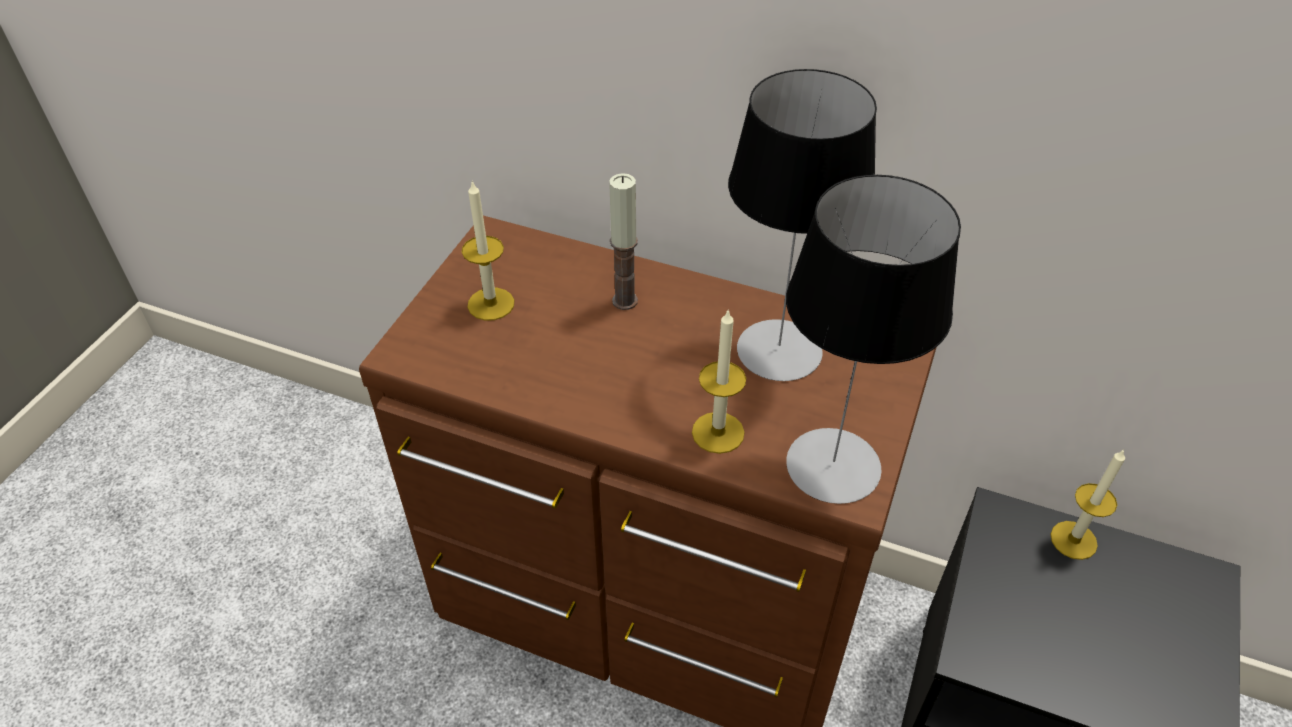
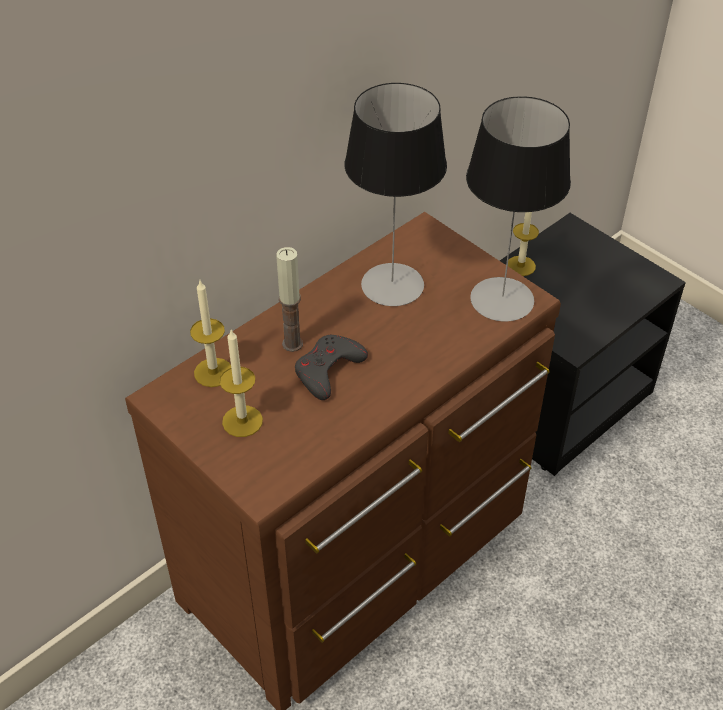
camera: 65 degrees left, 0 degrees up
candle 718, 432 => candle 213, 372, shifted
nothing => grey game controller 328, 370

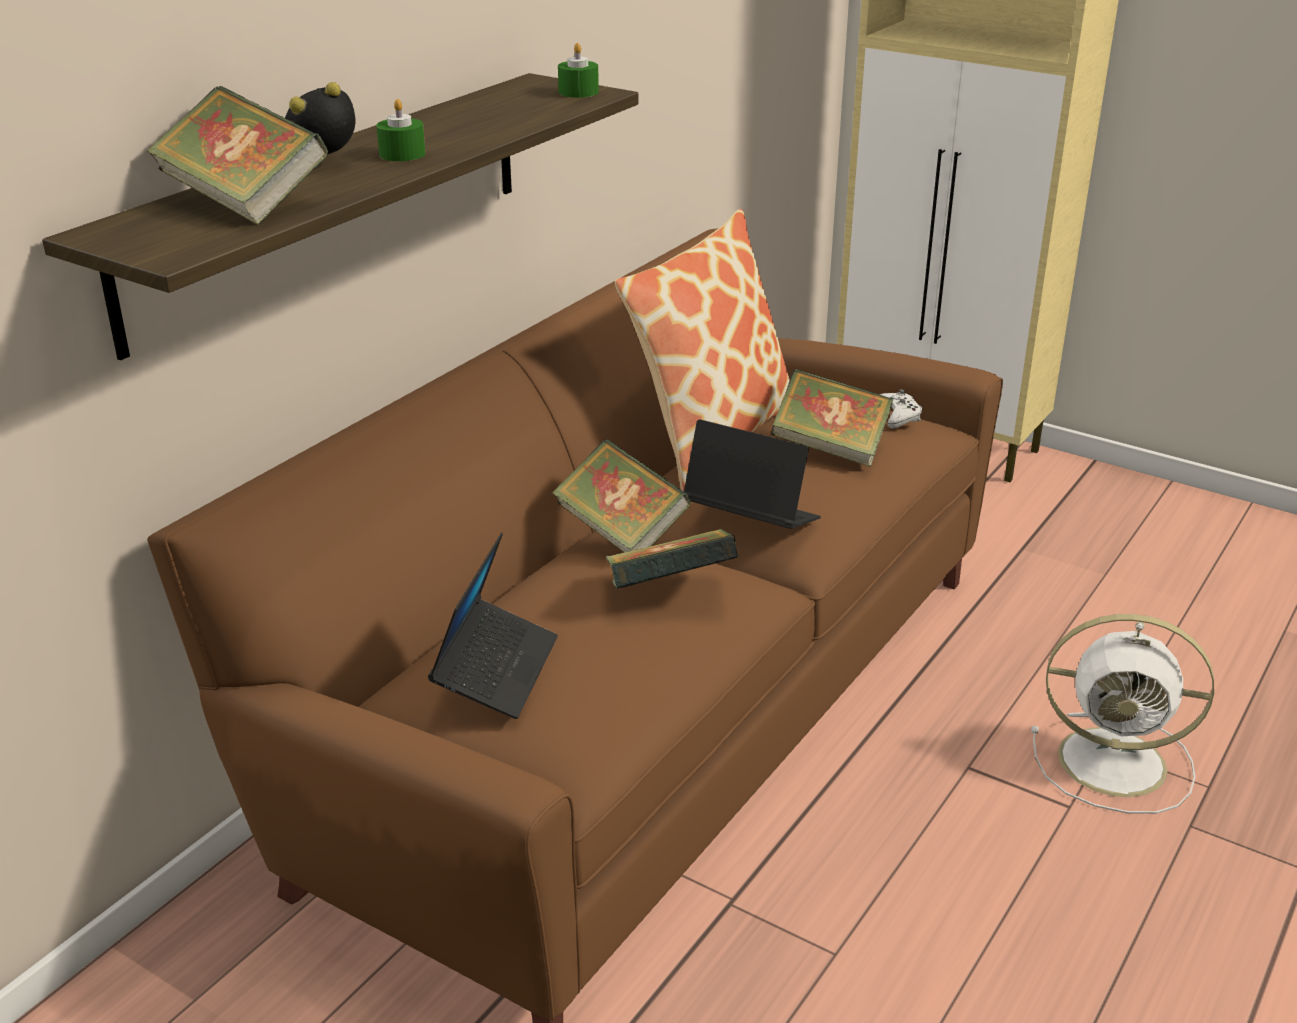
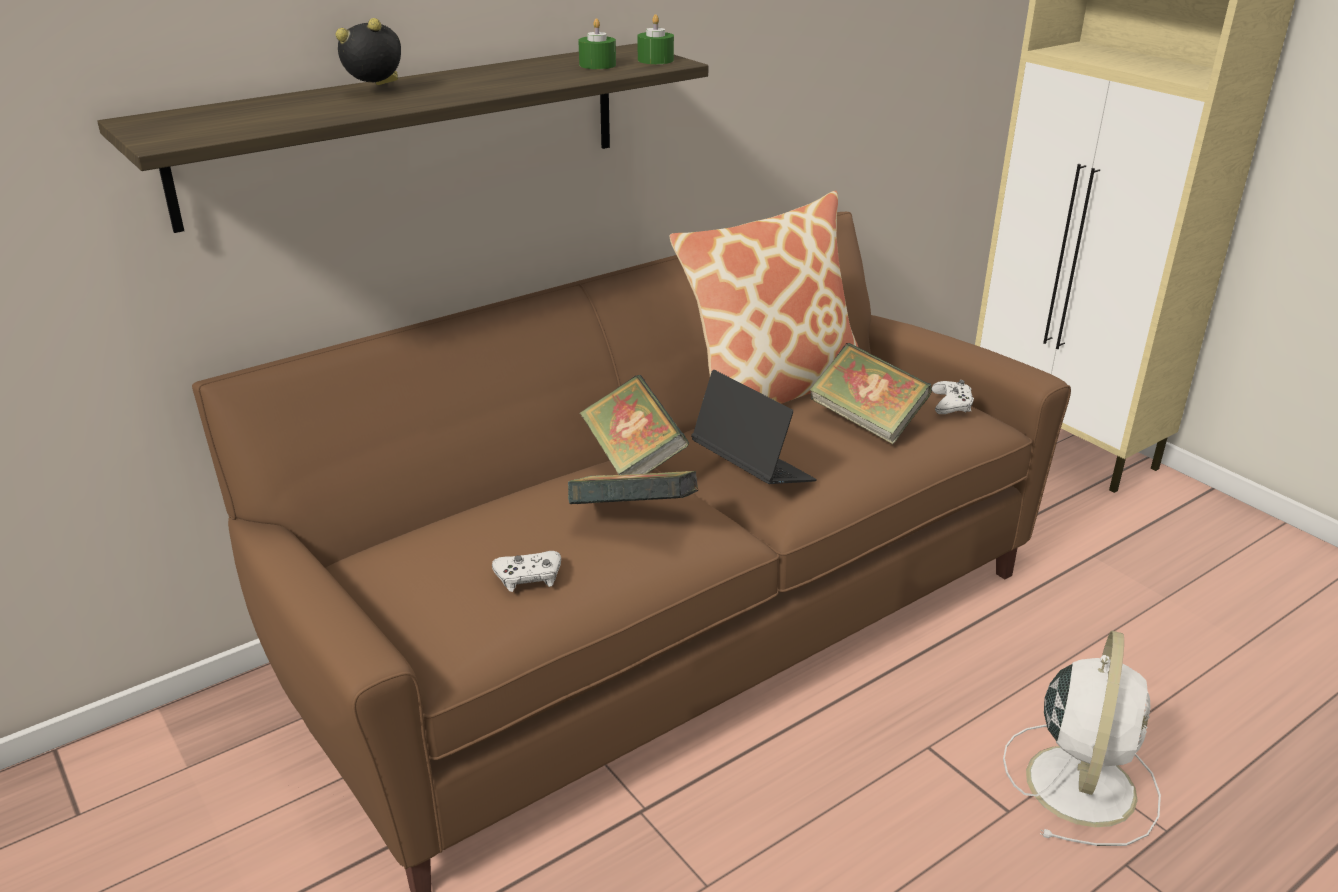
camera: 20 degrees right, 0 degrees up
book 244, 202 => nothing
green candle 402, 154 => green candle 597, 65, shifted
laptop 496, 670 => nothing
white fan 1117, 763 => white fan 1081, 782, 105 degrees counterclockwise
nothing => white game controller 528, 577

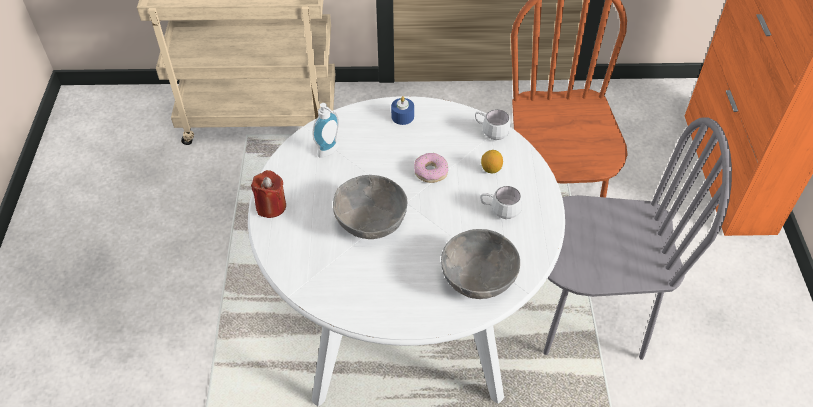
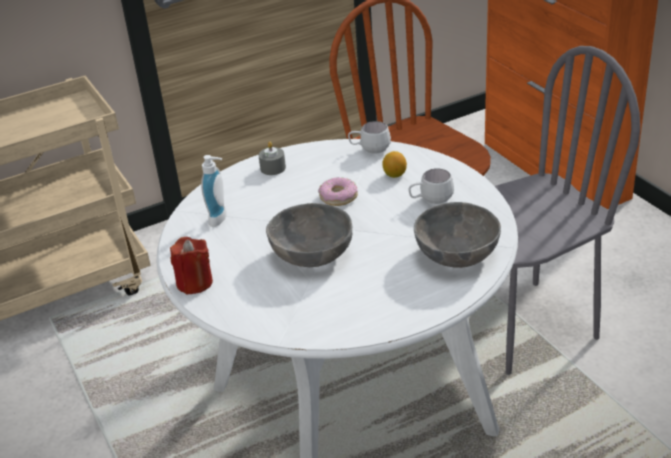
camera: 25 degrees left, 15 degrees down
blue candle 402, 116 => grey candle 273, 168

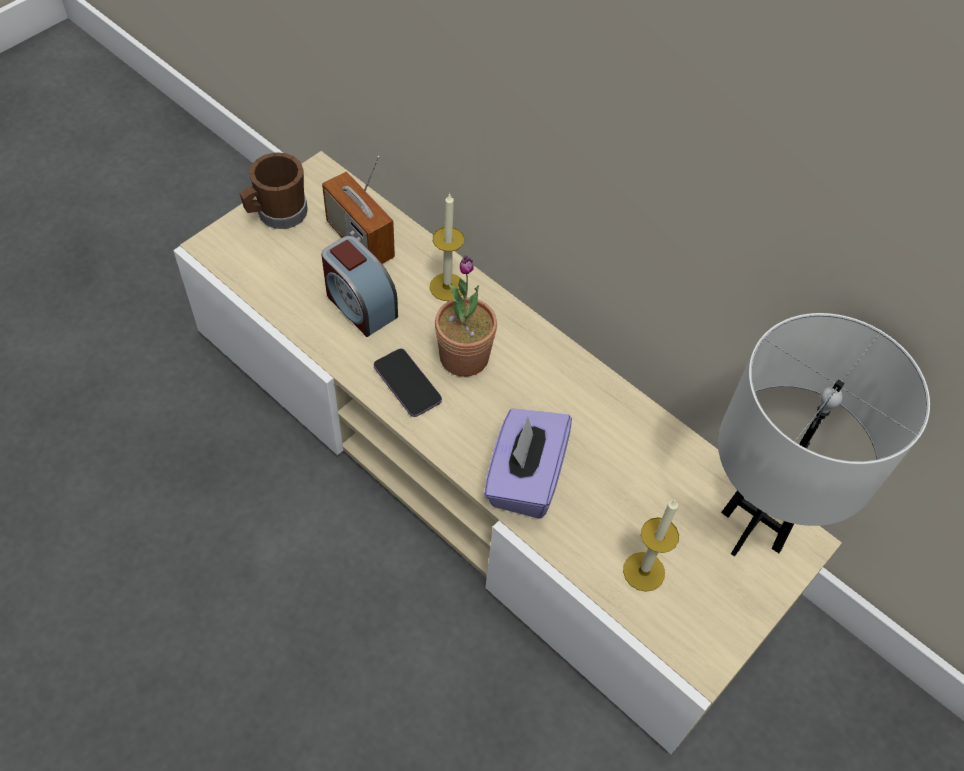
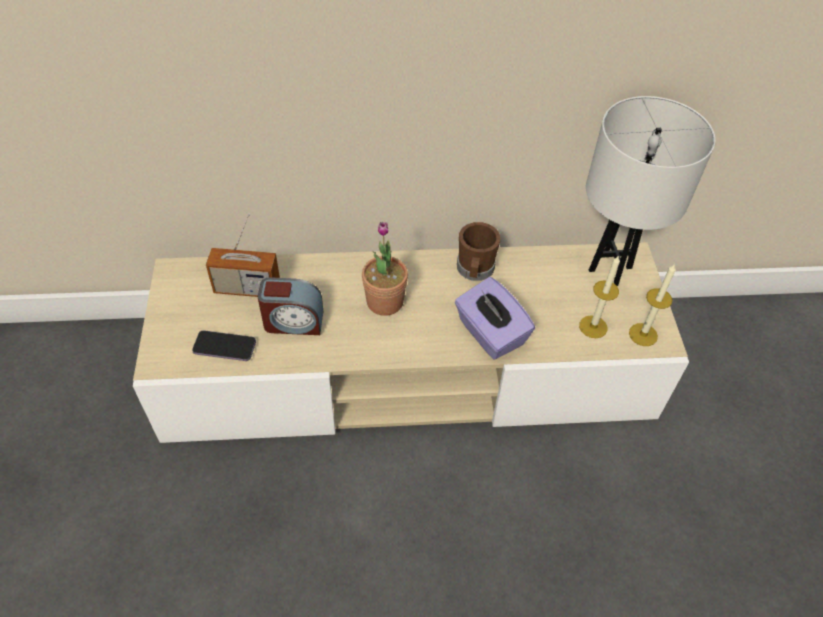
camera: 45 degrees left, 5 degrees down
brown mug 277, 214 => brown mug 474, 270, shifted
phone 407, 384 => phone 224, 347, shifted
candle 447, 287 => candle 643, 334, shifted

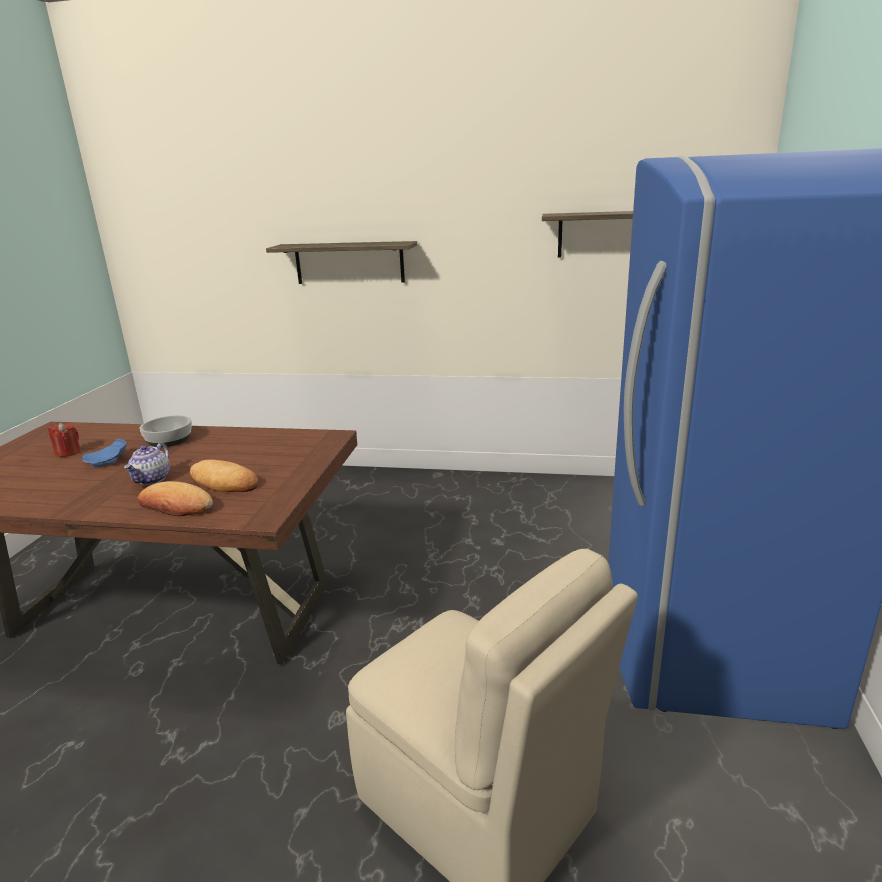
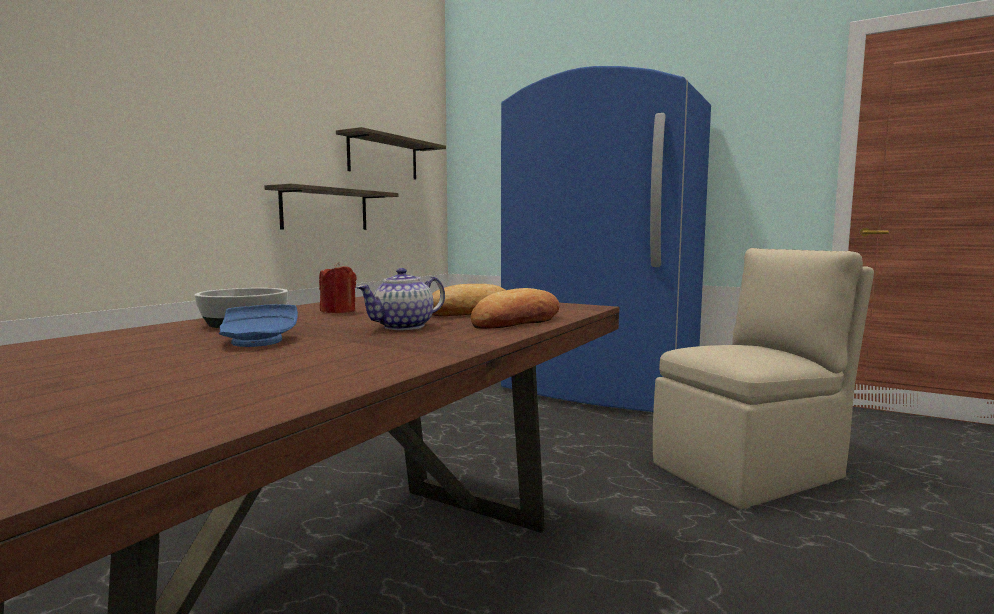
camera: 70 degrees left, 15 degrees down
red candle 68, 452 => red candle 338, 311, shifted
teapot 152, 479 => teapot 403, 327, 105 degrees clockwise
shelf 349, 263 => shelf 325, 209, shifted

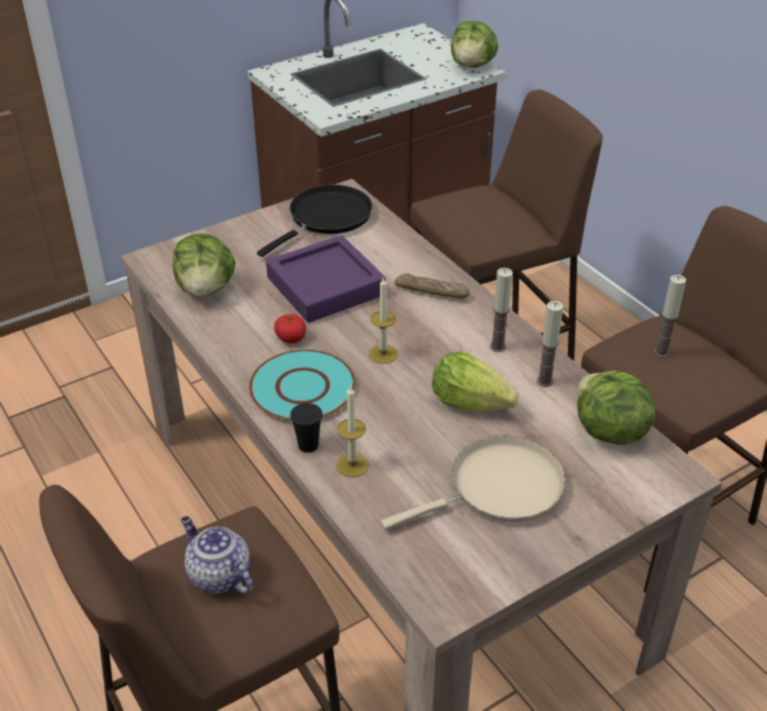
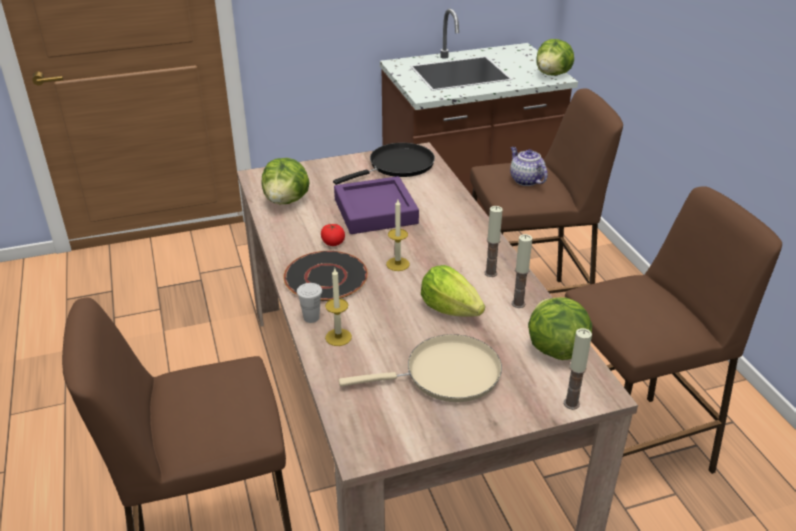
camera: 15 degrees right, 5 degrees down
teapot 218, 575 => teapot 525, 180, shifted
turquoise plate 302, 387 => black plate 326, 277
black cup 308, 445 => white cup 311, 318
bread 431, 292 => nothing
candle 661, 352 => candle 571, 403, shifted

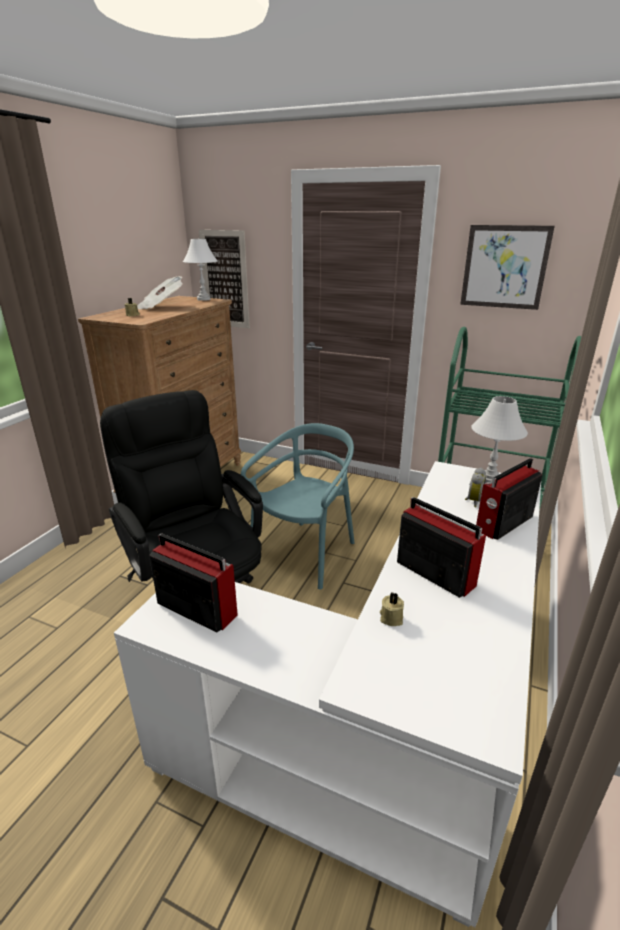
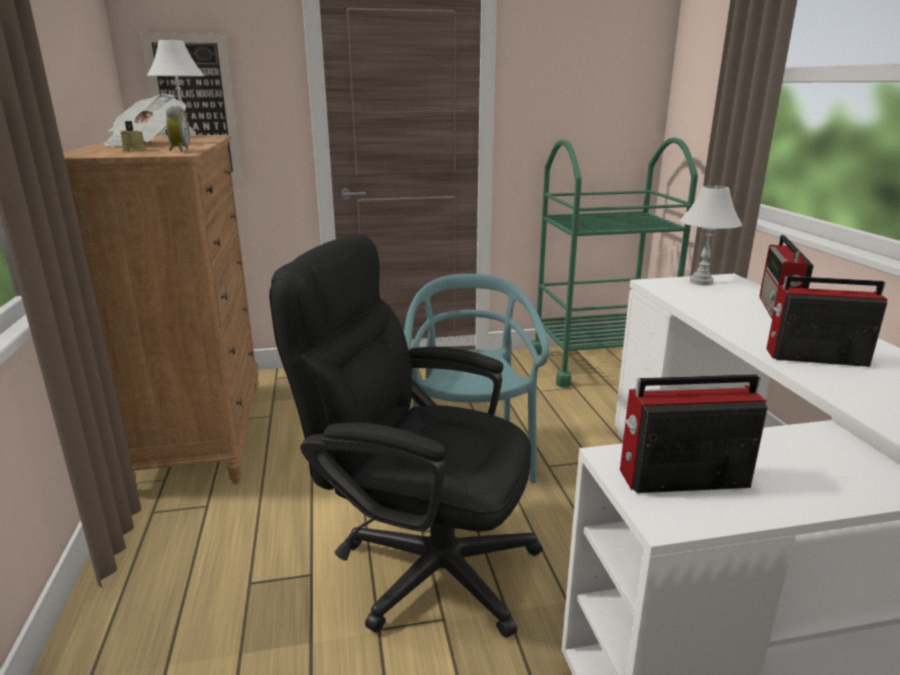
camera: 35 degrees left, 5 degrees down
beige candle 391, 618 => nothing
picture 504, 267 => nothing
alarm clock 472, 501 => alarm clock 179, 150, shifted

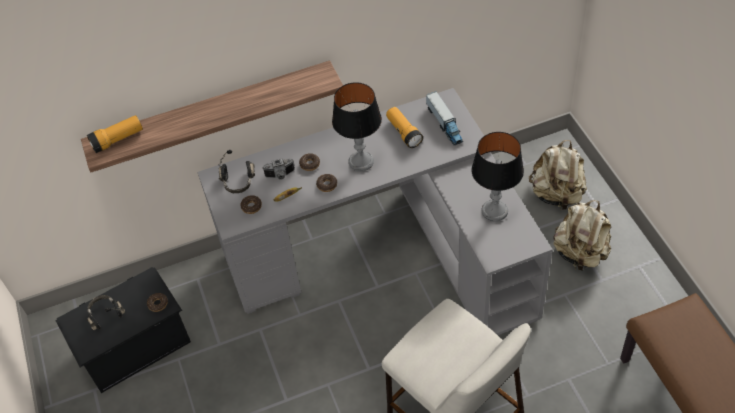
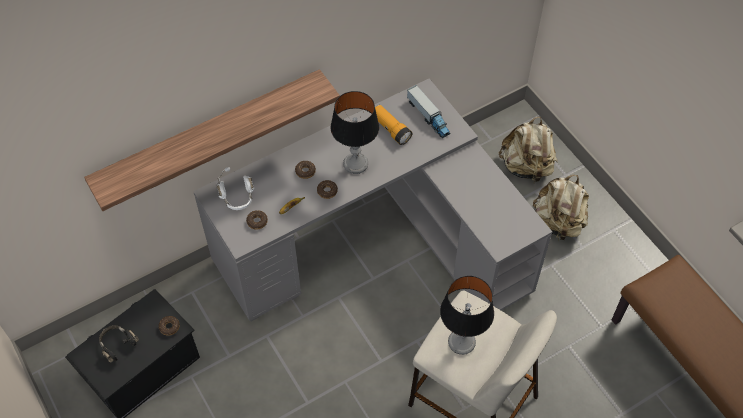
camera: 15 degrees left, 5 degrees up
flashlight 118, 140 => nothing
black headphones 238, 182 => white headphones 237, 197
photo camera 280, 175 => nothing
table lamp 494, 211 => table lamp 461, 342, shifted

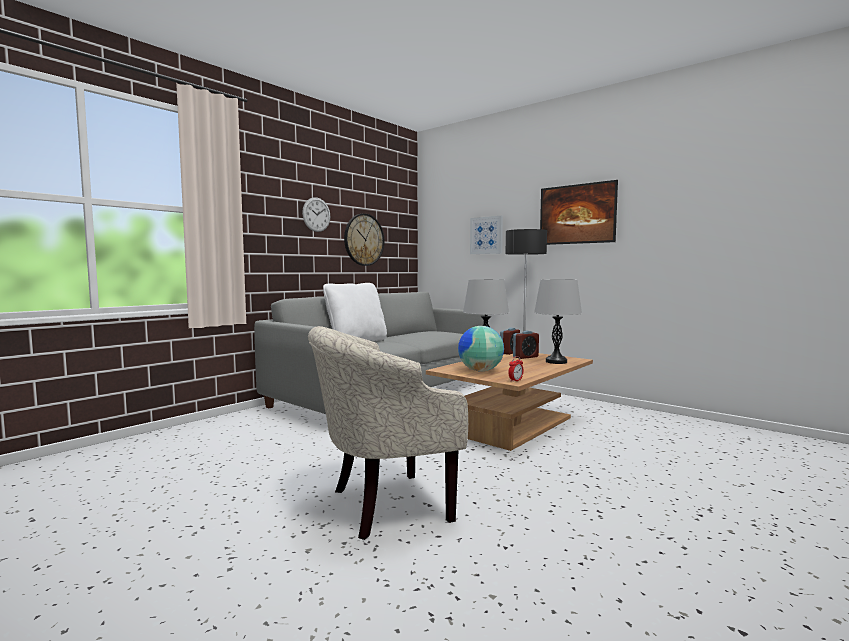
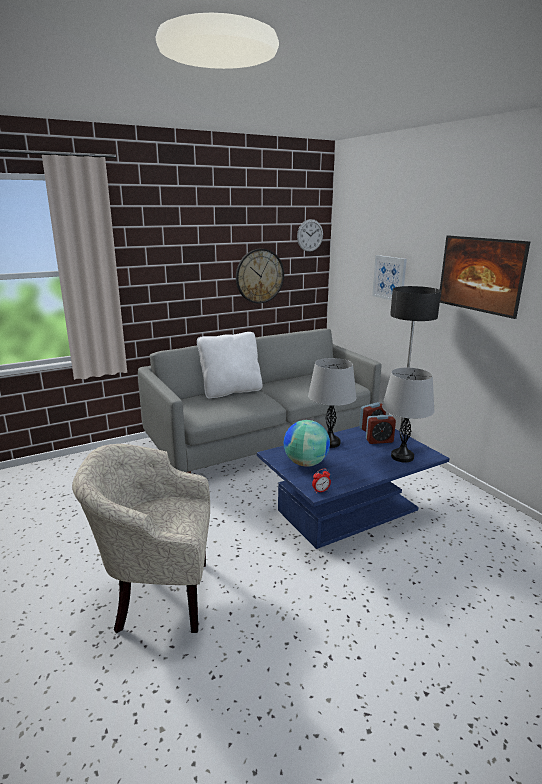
camera: 20 degrees right, 15 degrees up
wall clock 316, 214 => wall clock 310, 235, shifted
brown coffee table 512, 425 => blue coffee table 348, 510

